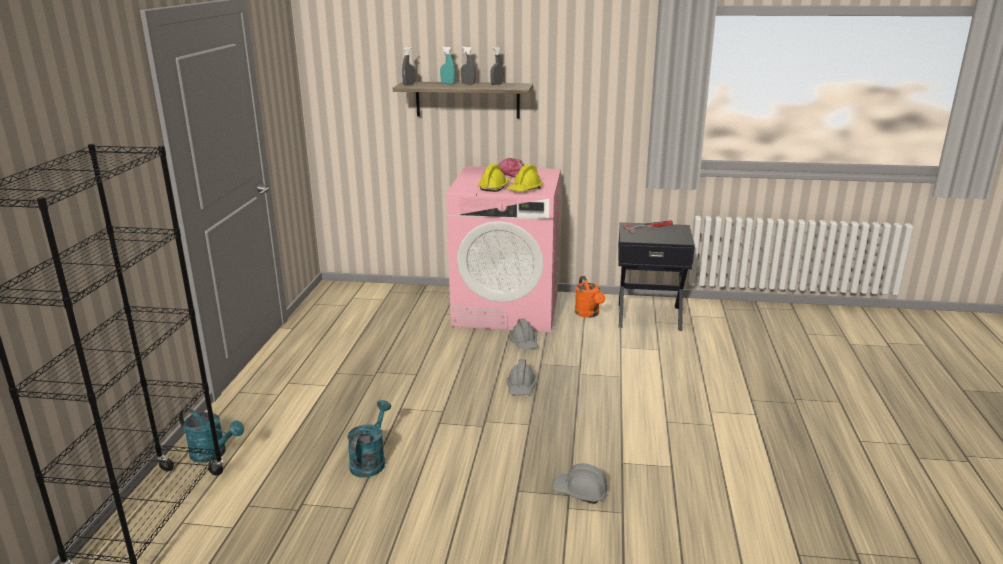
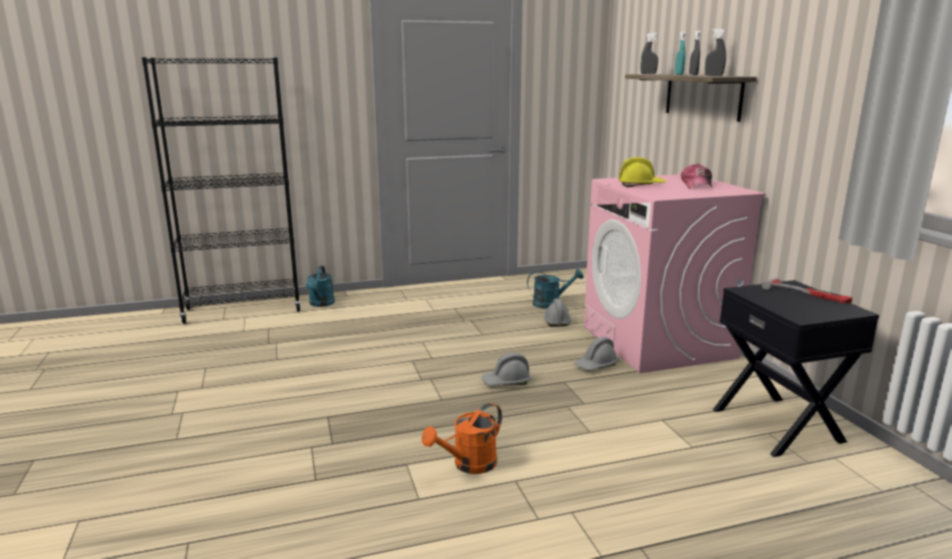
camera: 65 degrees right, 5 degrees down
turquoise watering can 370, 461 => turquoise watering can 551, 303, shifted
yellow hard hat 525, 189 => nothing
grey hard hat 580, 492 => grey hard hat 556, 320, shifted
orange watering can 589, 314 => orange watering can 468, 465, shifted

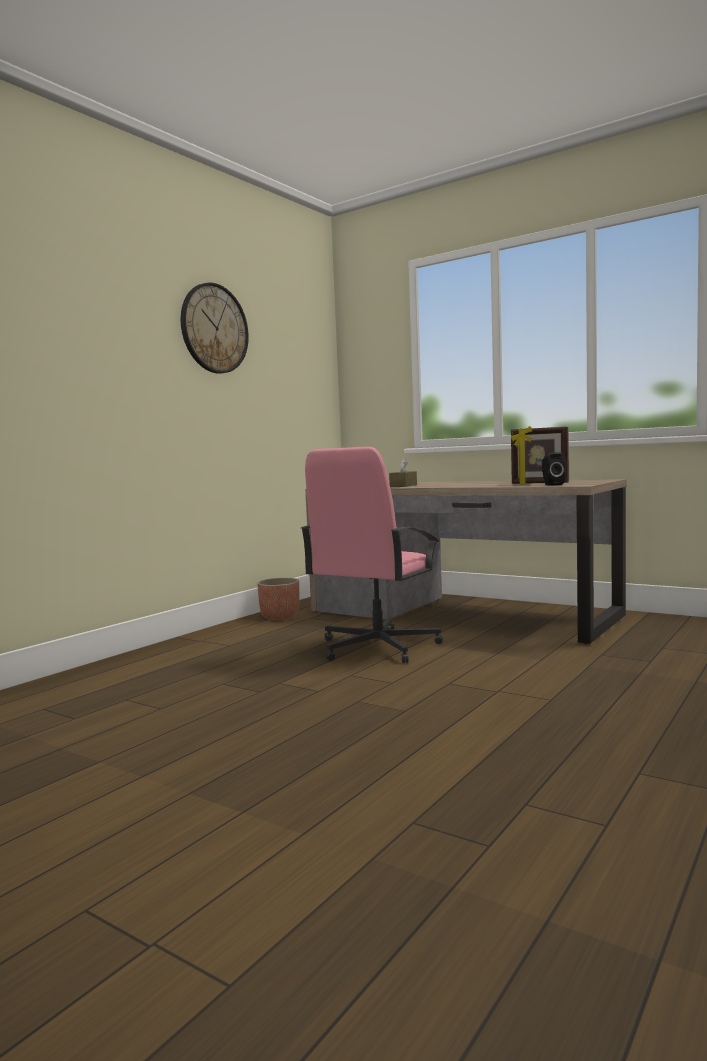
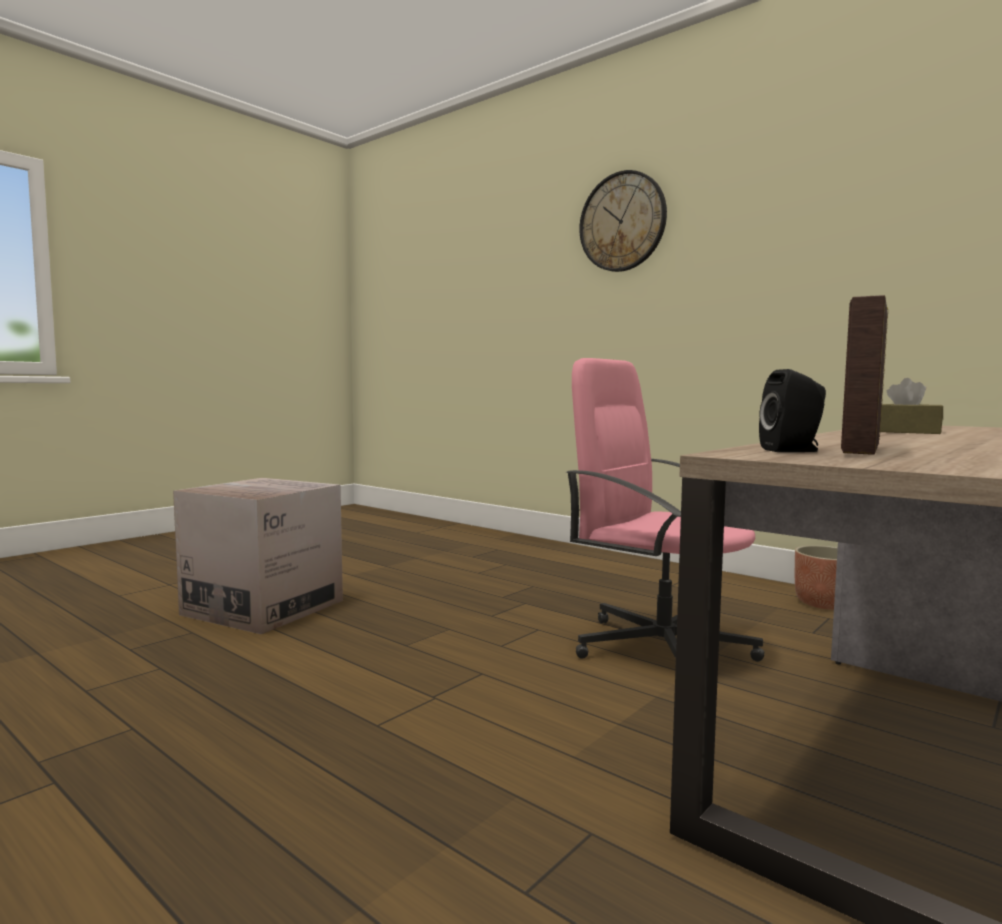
camera: 95 degrees right, 0 degrees up
wall clock 214, 329 => wall clock 622, 222, shifted
nothing => cardboard box 263, 607

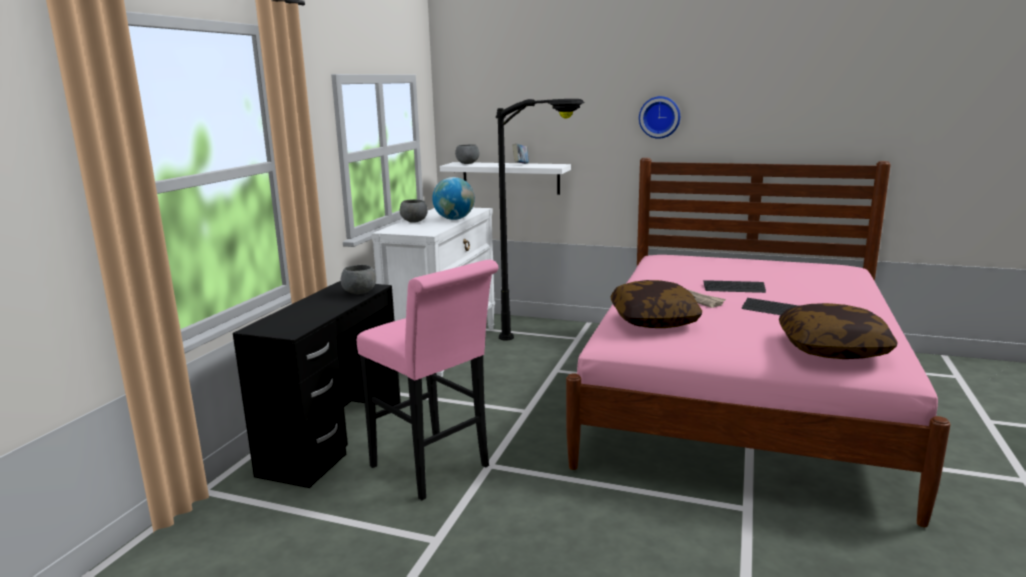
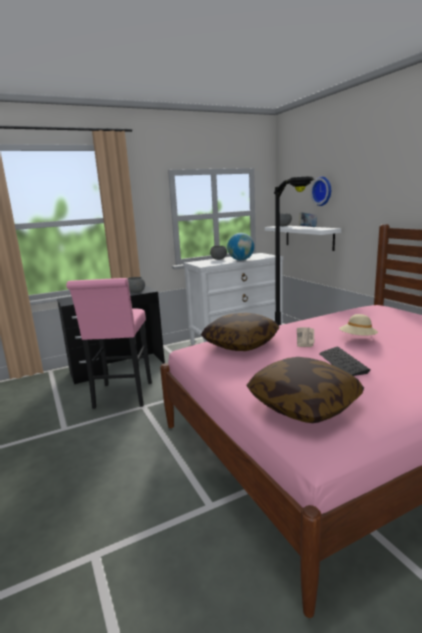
camera: 45 degrees right, 0 degrees up
wall clock 659, 117 => wall clock 323, 191, shifted
keyboard 734, 288 => beige hat 357, 338

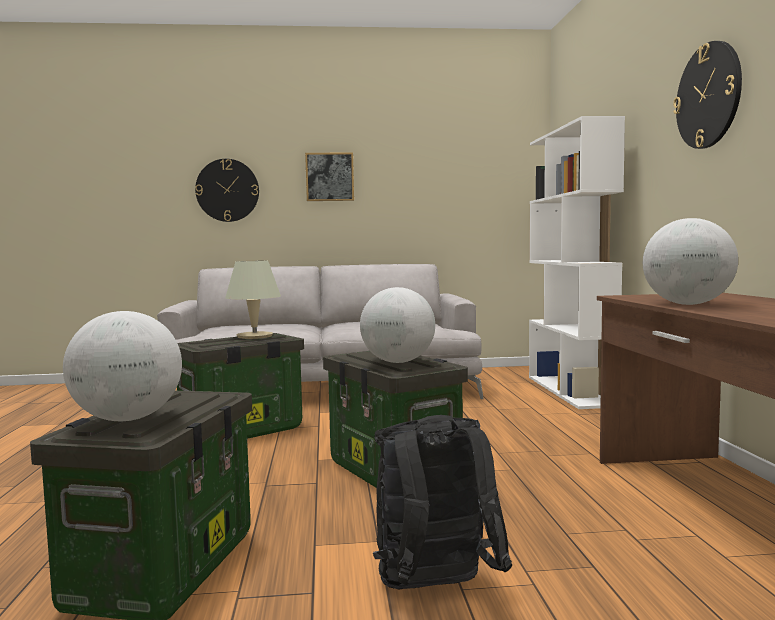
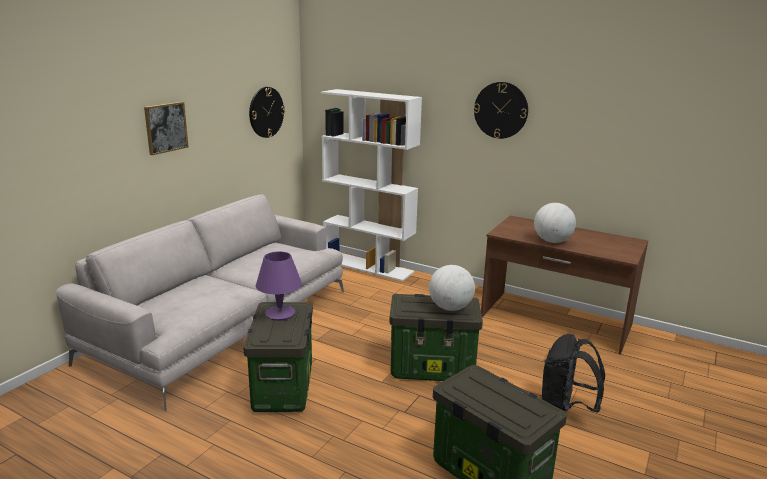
camera: 55 degrees left, 15 degrees up
globe 127, 419 => nothing
wall clock 227, 190 => wall clock 266, 112, shifted
beige table lamp 254, 336 => purple table lamp 280, 314

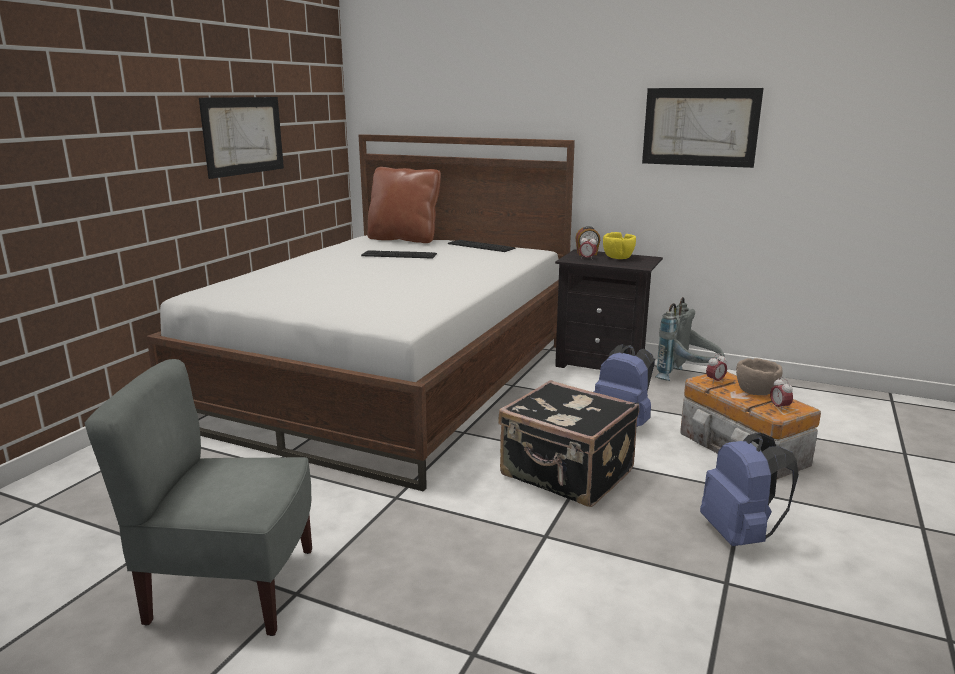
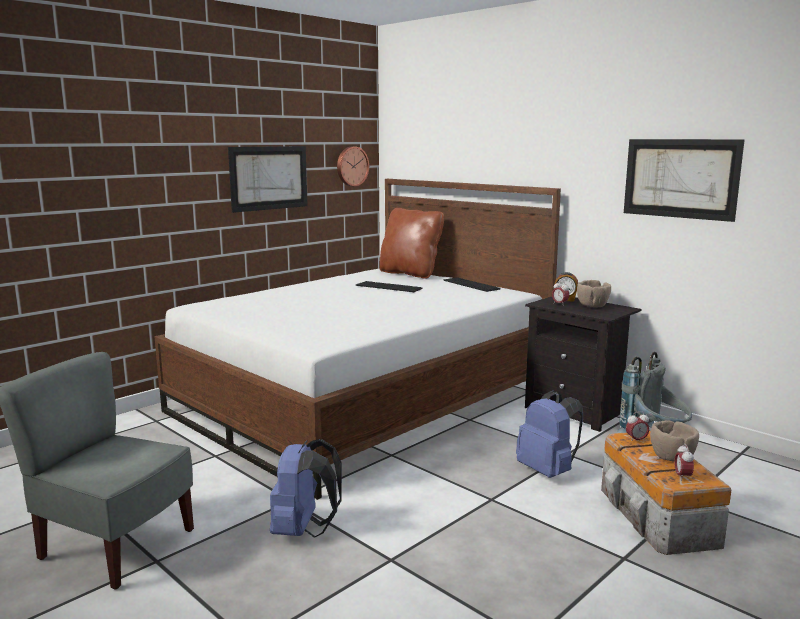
camera: 20 degrees right, 5 degrees down
black suitcase 566, 474 => nothing
yellow bowl 618, 258 => brown bowl 592, 305
blue backpack 740, 535 => blue backpack 303, 530, shifted
nothing => wall clock 351, 166

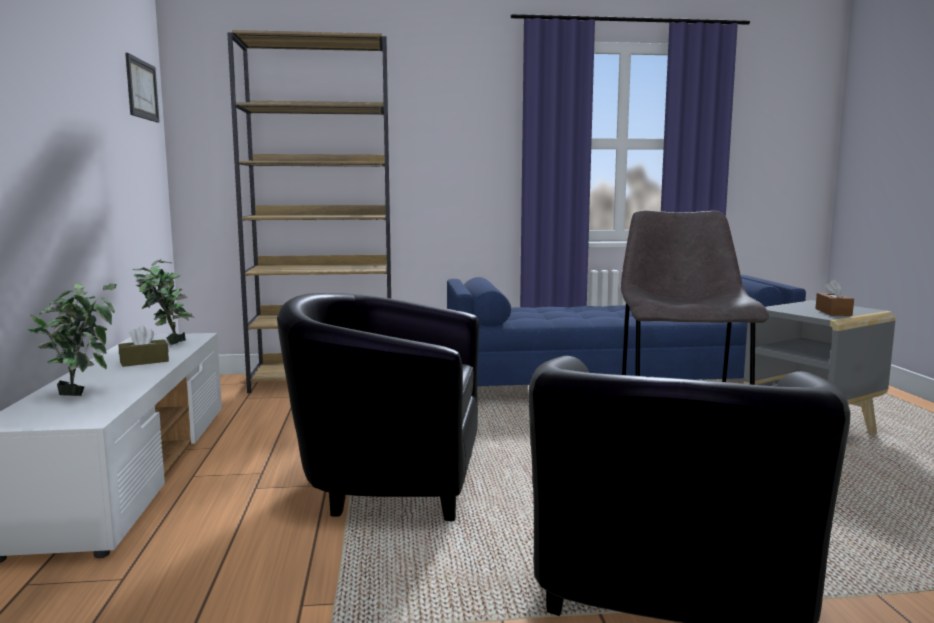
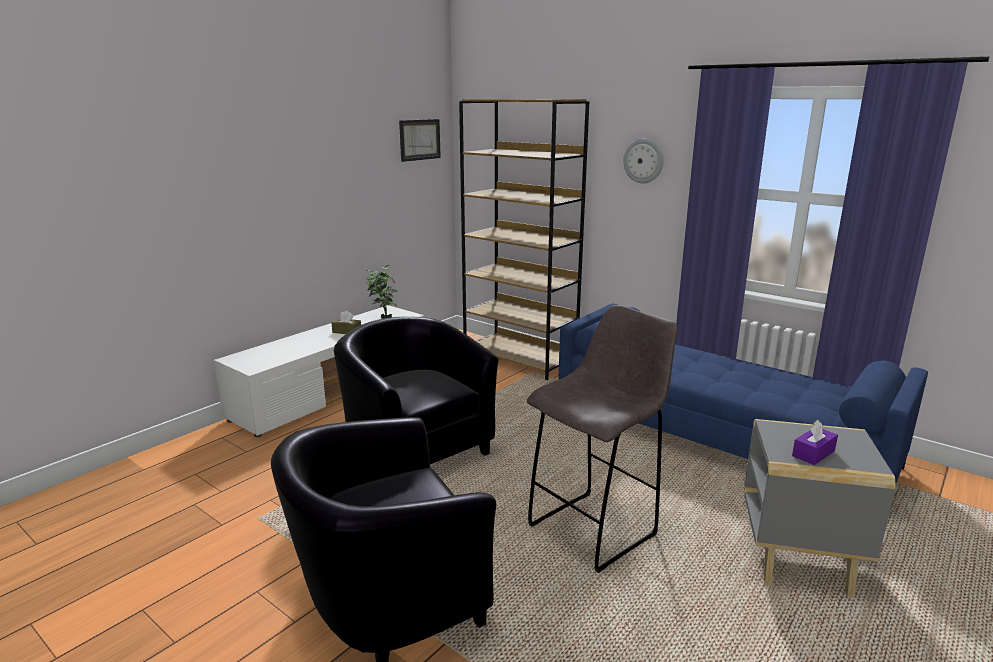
camera: 45 degrees right, 10 degrees up
potted plant 81, 393 => nothing
brown tissue box 833, 312 => purple tissue box 813, 453
nothing => wall clock 643, 161

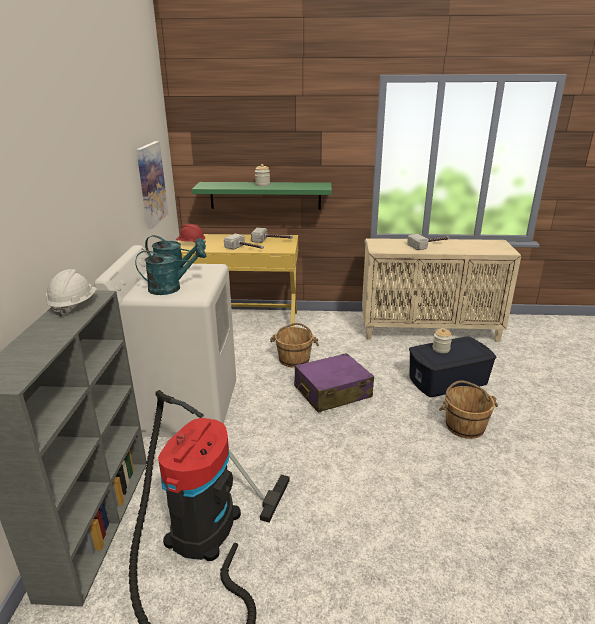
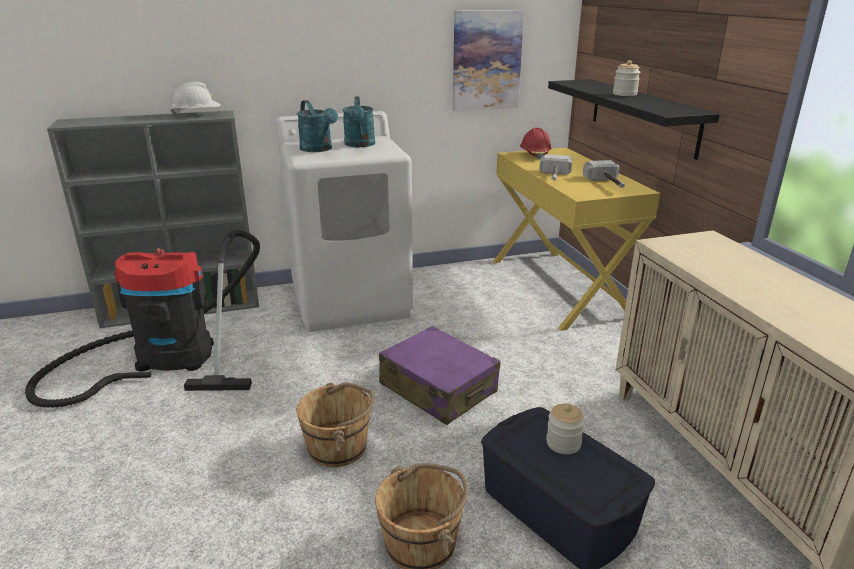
camera: 70 degrees right, 0 degrees up
green shelf 265, 195 => black shelf 642, 116
brown bucket 294, 359 => brown bucket 338, 447, shifted
hammer 429, 245 => nothing

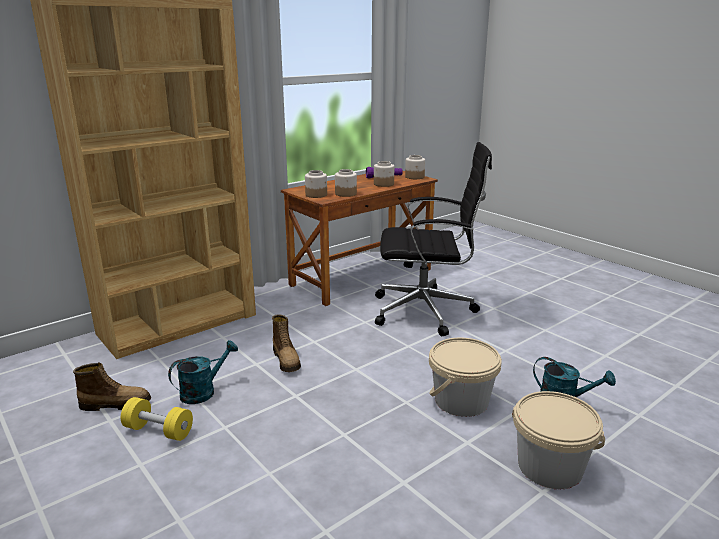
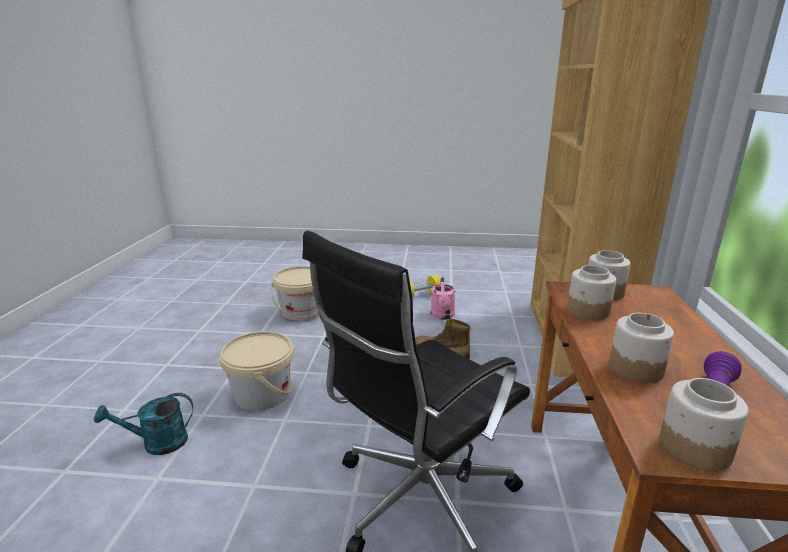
camera: 135 degrees right, 0 degrees up
boot 116, 404 => nothing
turquoise watering can 203, 391 => pink watering can 443, 316
beige bucket 549, 467 => beige bucket 302, 312, shifted

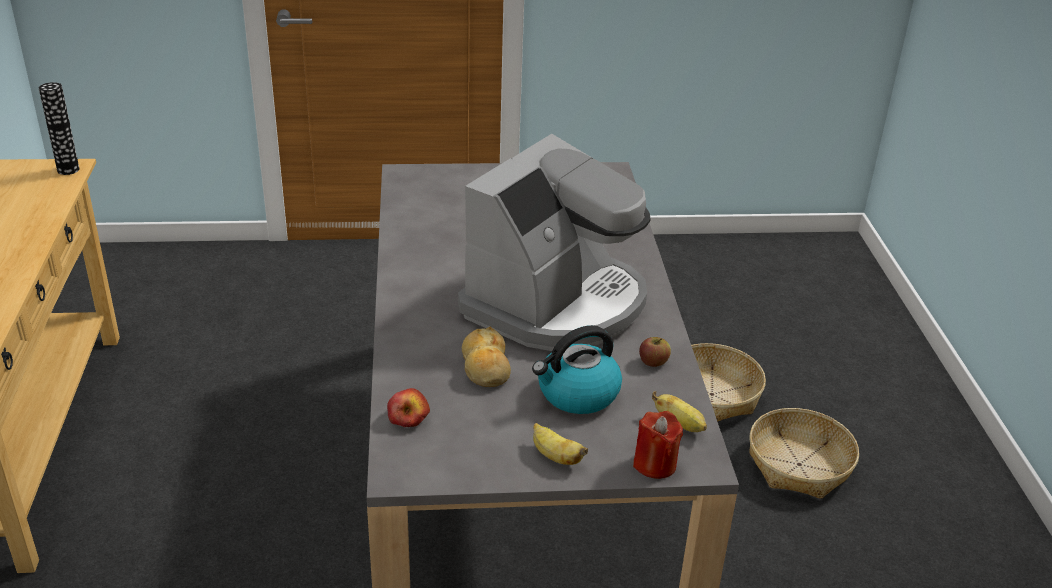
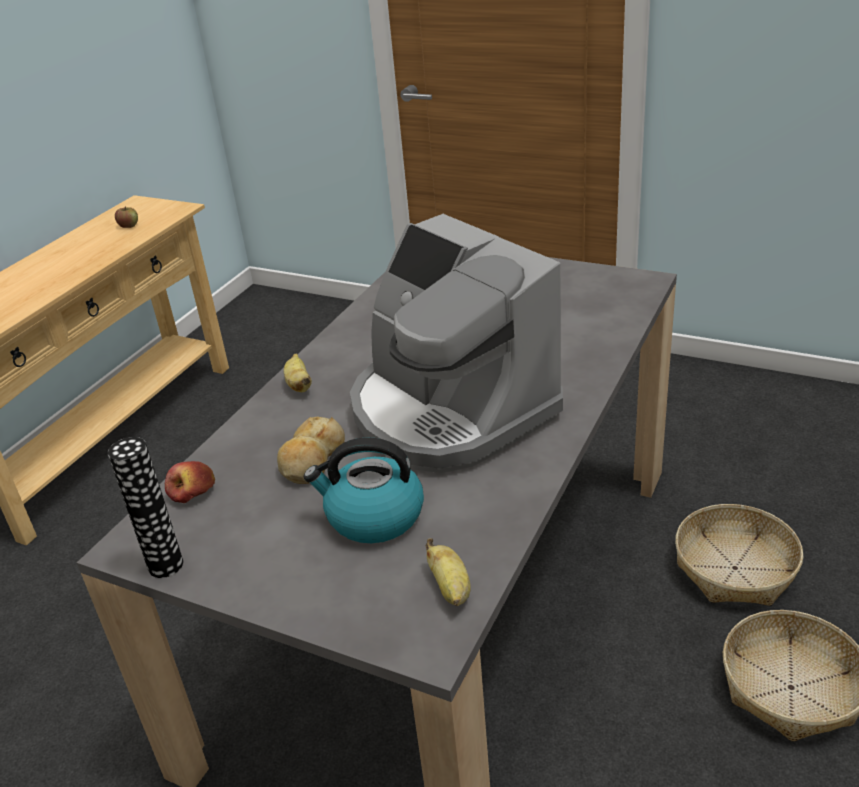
camera: 35 degrees right, 0 degrees up
vase 68, 170 => vase 165, 565, shifted
coffee machine 557, 304 => coffee machine 449, 411, 75 degrees clockwise
banana 555, 456 => banana 299, 385, shifted
red candle 655, 464 => nothing
apple 653, 362 => apple 129, 226, shifted

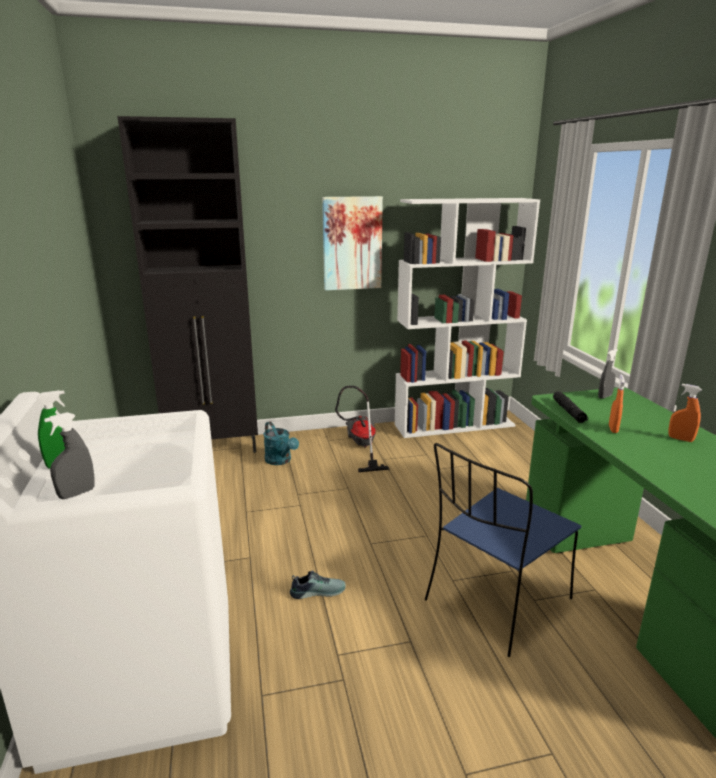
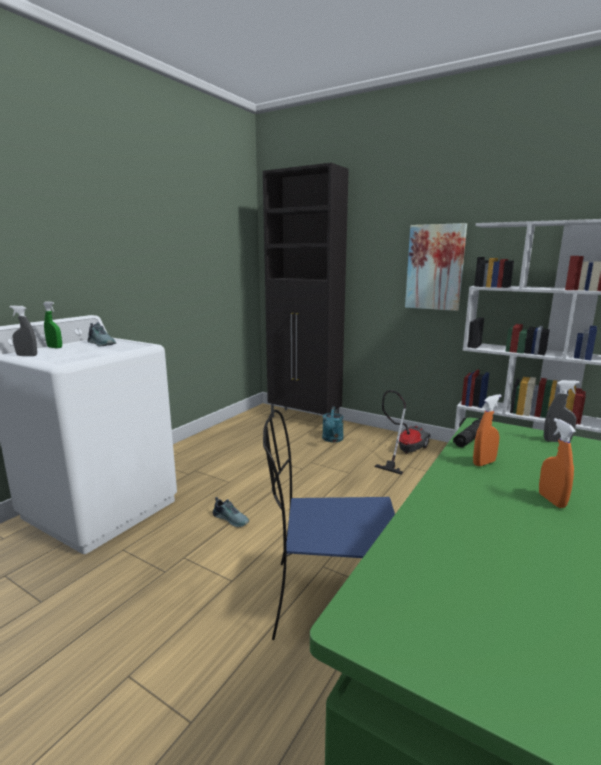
camera: 45 degrees right, 5 degrees down
nothing => shoe 102, 344

